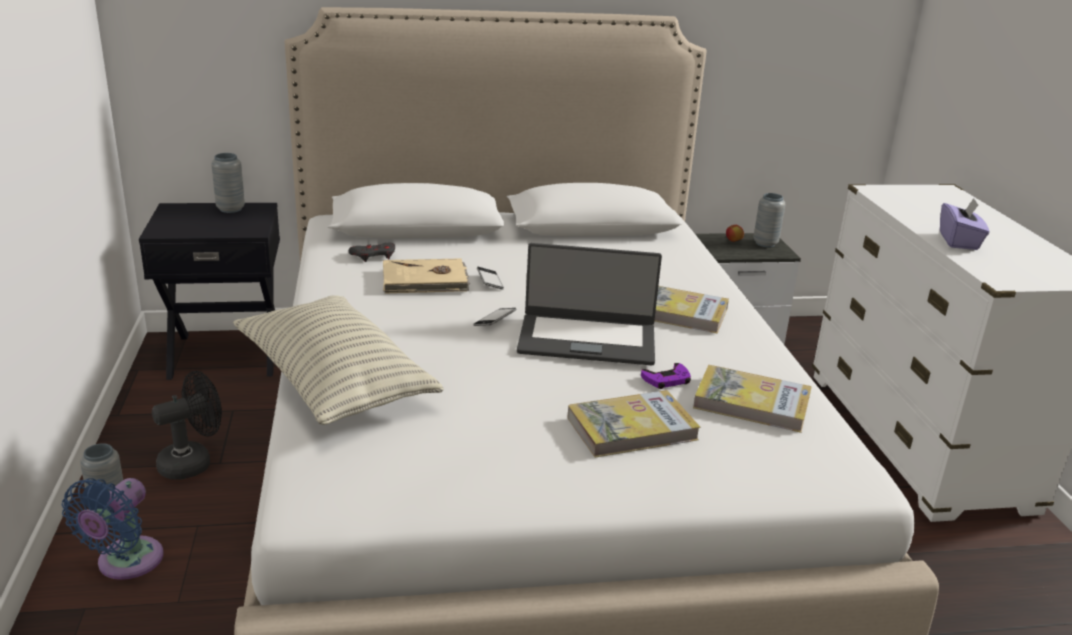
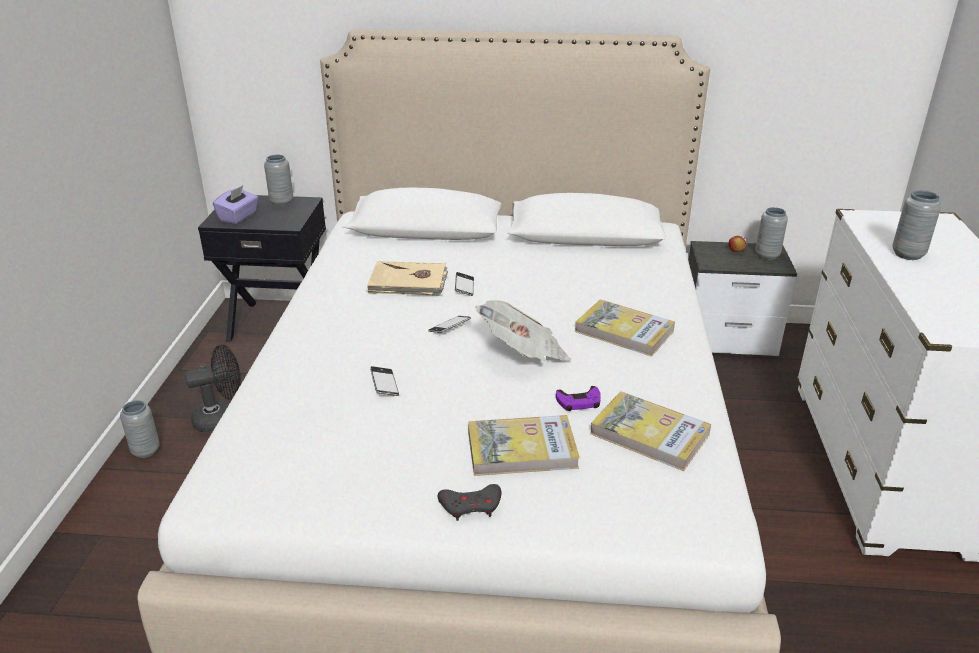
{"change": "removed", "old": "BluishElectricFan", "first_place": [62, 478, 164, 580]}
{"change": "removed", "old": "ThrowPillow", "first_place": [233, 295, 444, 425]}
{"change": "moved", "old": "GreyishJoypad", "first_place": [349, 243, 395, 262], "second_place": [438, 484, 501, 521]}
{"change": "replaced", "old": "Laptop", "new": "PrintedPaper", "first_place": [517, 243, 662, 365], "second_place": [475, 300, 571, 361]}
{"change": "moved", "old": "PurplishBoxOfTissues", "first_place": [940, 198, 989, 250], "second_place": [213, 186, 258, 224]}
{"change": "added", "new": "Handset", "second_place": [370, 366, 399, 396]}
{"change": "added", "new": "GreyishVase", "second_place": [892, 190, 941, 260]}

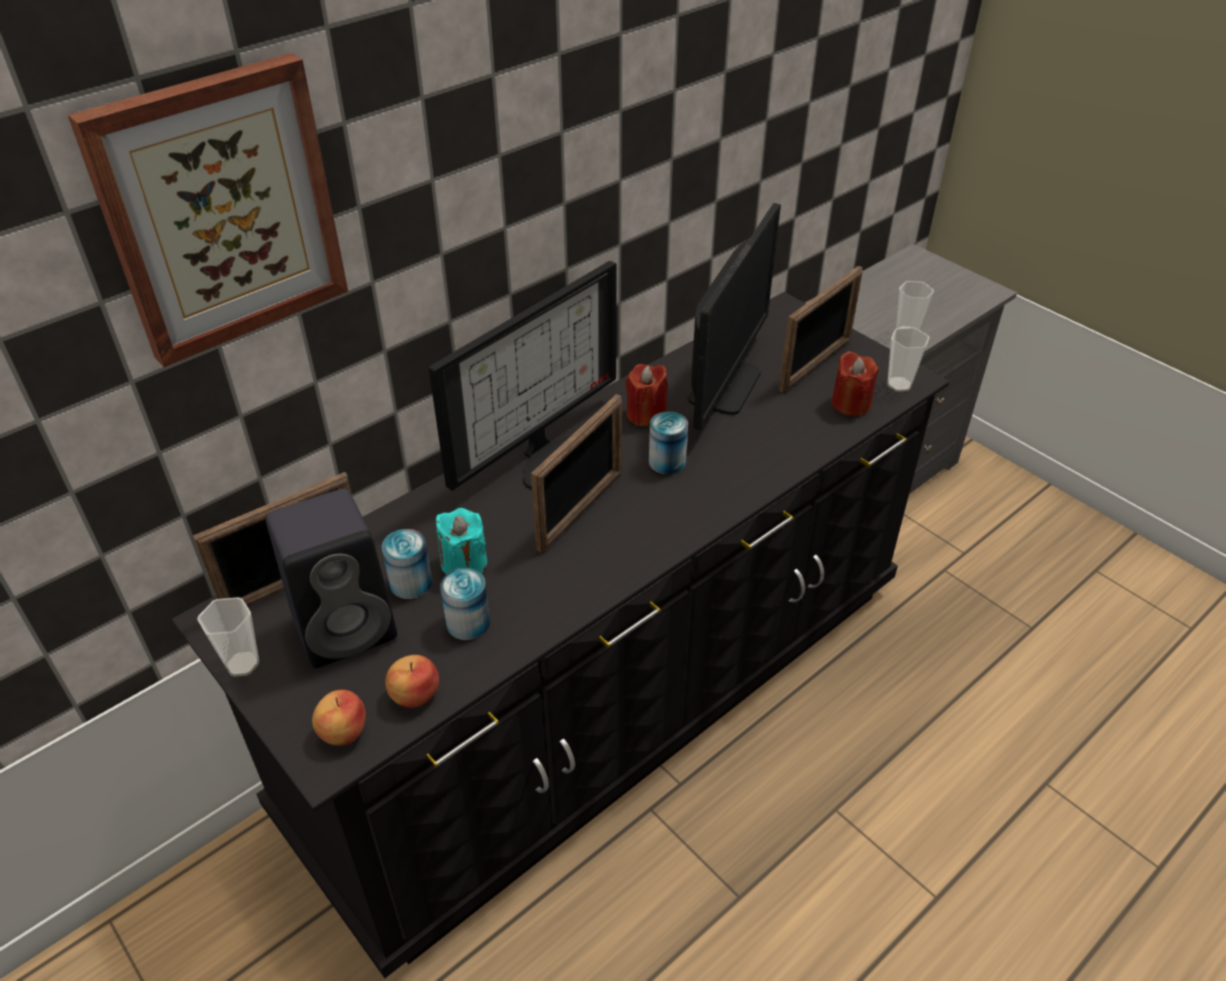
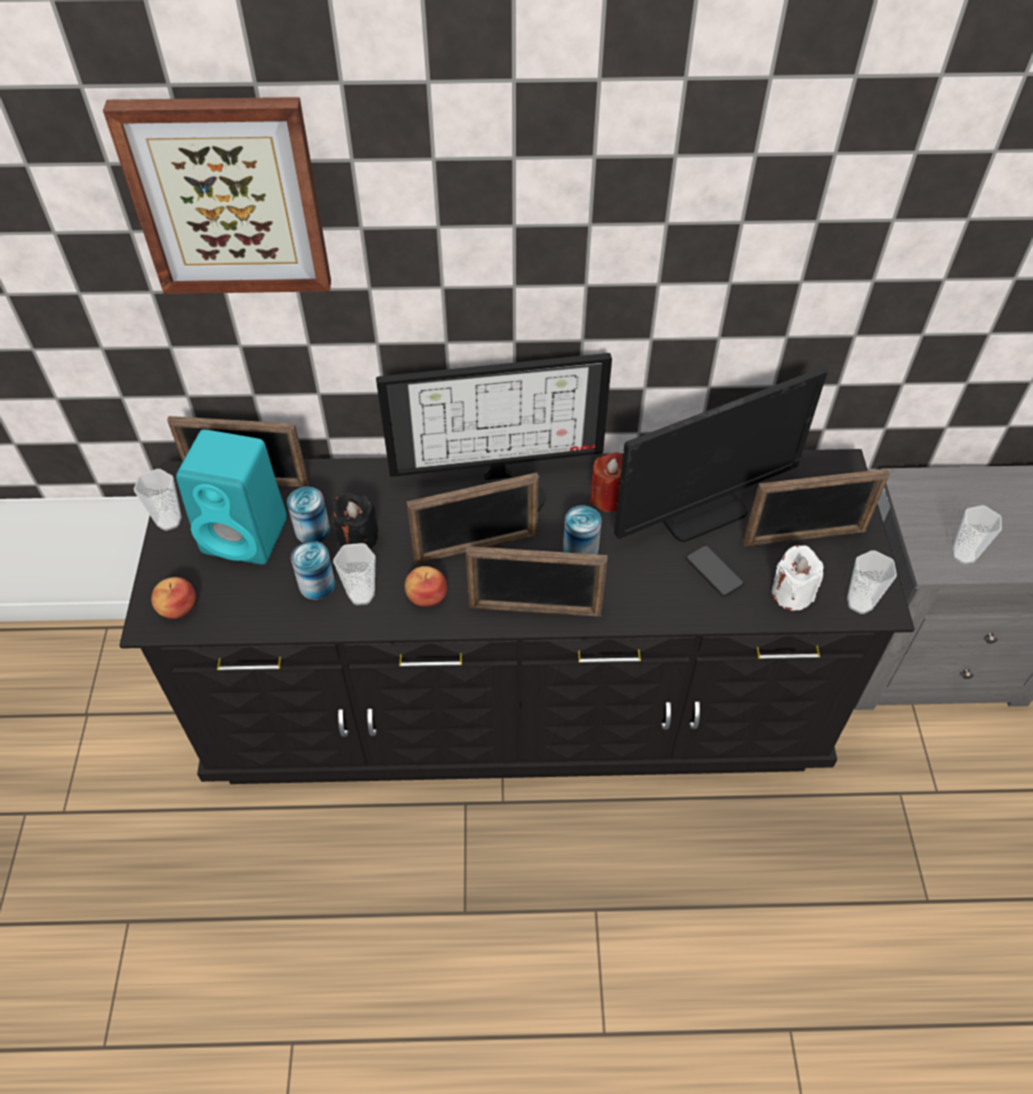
{"change": "recoloured", "old": "BlackSpeaker", "new": "TurquoiseColouredSpeaker", "first_place": [266, 489, 397, 668], "second_place": [176, 430, 287, 564]}
{"change": "moved", "old": "AppleFruit", "first_place": [385, 655, 439, 708], "second_place": [405, 566, 447, 607]}
{"change": "recoloured", "old": "TurquoiseColouredCandle", "new": "BlackCandle", "first_place": [436, 508, 487, 575], "second_place": [332, 492, 378, 550]}
{"change": "recoloured", "old": "RedCandle", "new": "WhiteColouredCandle", "first_place": [832, 351, 878, 416], "second_place": [772, 545, 824, 611]}
{"change": "added", "new": "Cup", "second_place": [333, 543, 375, 605]}
{"change": "added", "new": "PhotoFrame", "second_place": [466, 546, 607, 617]}
{"change": "added", "new": "Handset", "second_place": [686, 545, 744, 597]}

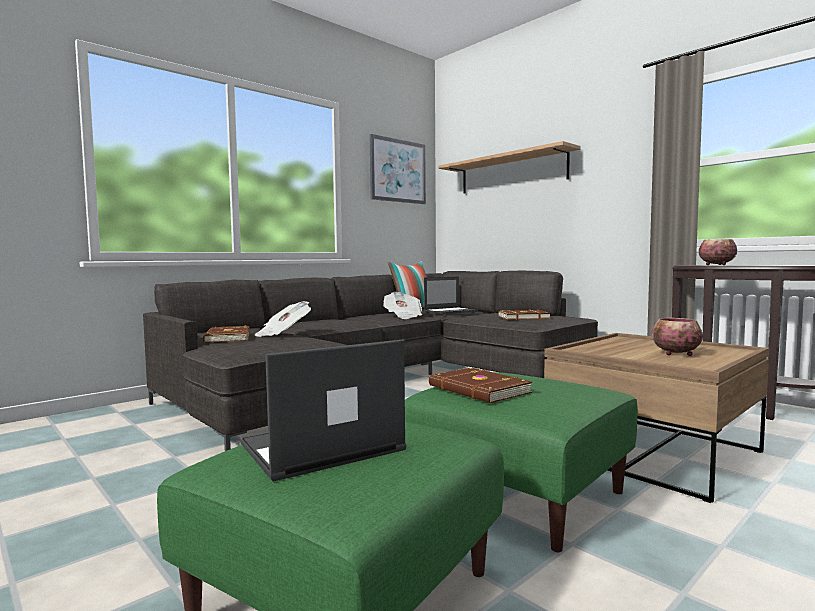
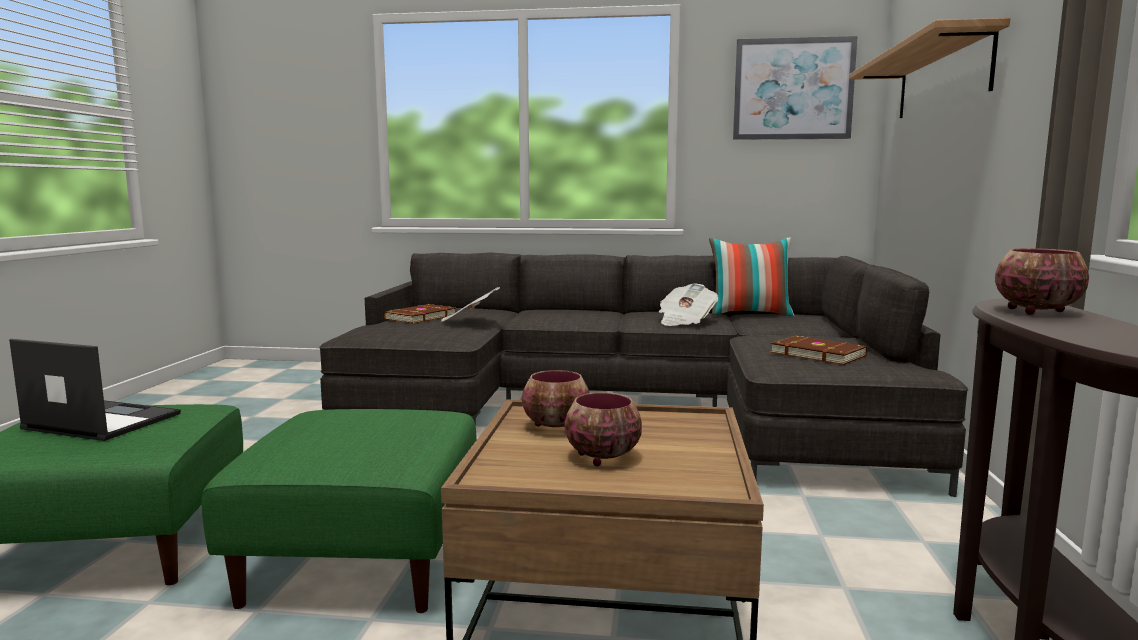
{"change": "removed", "old": "Laptop", "first_place": [424, 276, 478, 315]}
{"change": "removed", "old": "BrownColouredBoundBook", "first_place": [429, 367, 532, 403]}
{"change": "added", "new": "ServingBowl", "second_place": [522, 370, 589, 427]}

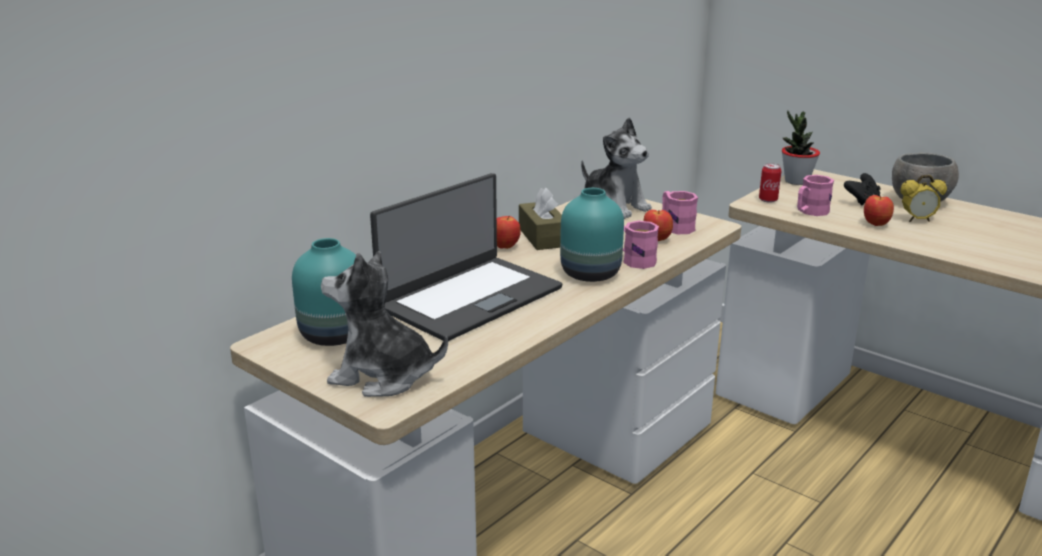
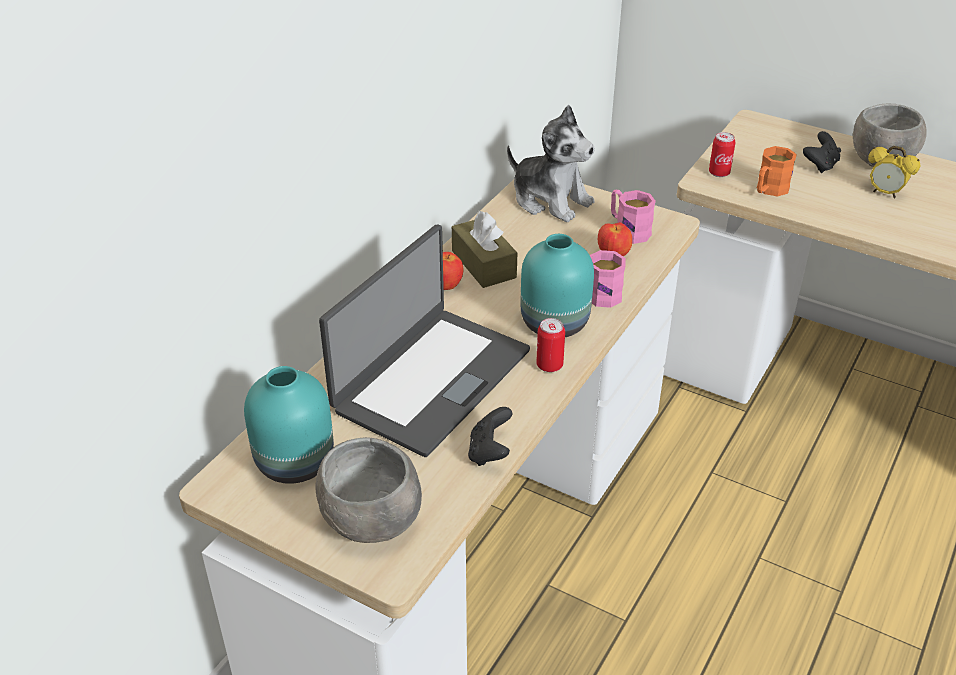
{"change": "replaced", "old": "PlushToy", "new": "GreyishServingBowl", "first_place": [321, 251, 448, 397], "second_place": [315, 437, 422, 543]}
{"change": "removed", "old": "Houseplant", "first_place": [782, 111, 820, 185]}
{"change": "recoloured", "old": "PinkTeaMug", "new": "OrangeyTeaMug", "first_place": [797, 175, 834, 216], "second_place": [757, 146, 797, 197]}
{"change": "removed", "old": "AppleFruit", "first_place": [864, 195, 894, 226]}
{"change": "turned", "old": "AlarmClock", "first_place": [900, 175, 947, 222], "second_place": [868, 146, 920, 198], "degrees": 45}
{"change": "added", "new": "BlackJoypad", "second_place": [468, 407, 513, 466]}
{"change": "added", "new": "SealedCan", "second_place": [536, 318, 565, 372]}

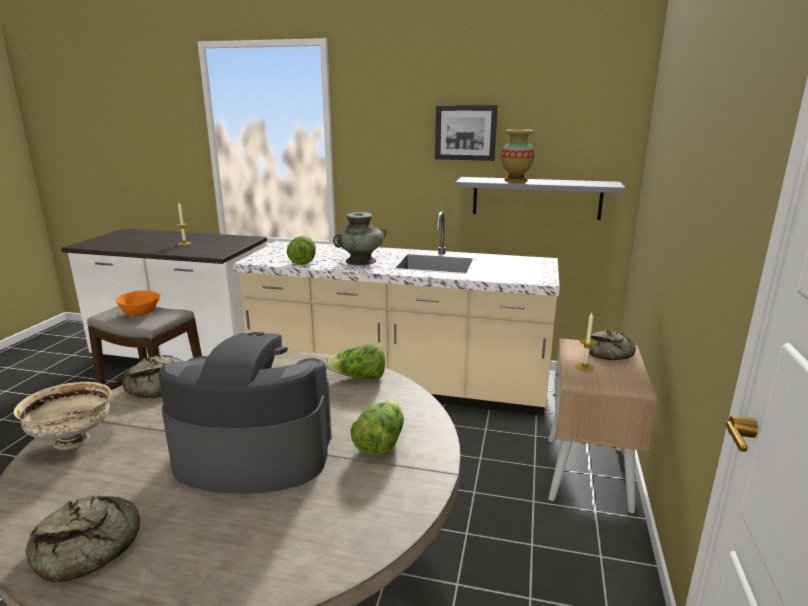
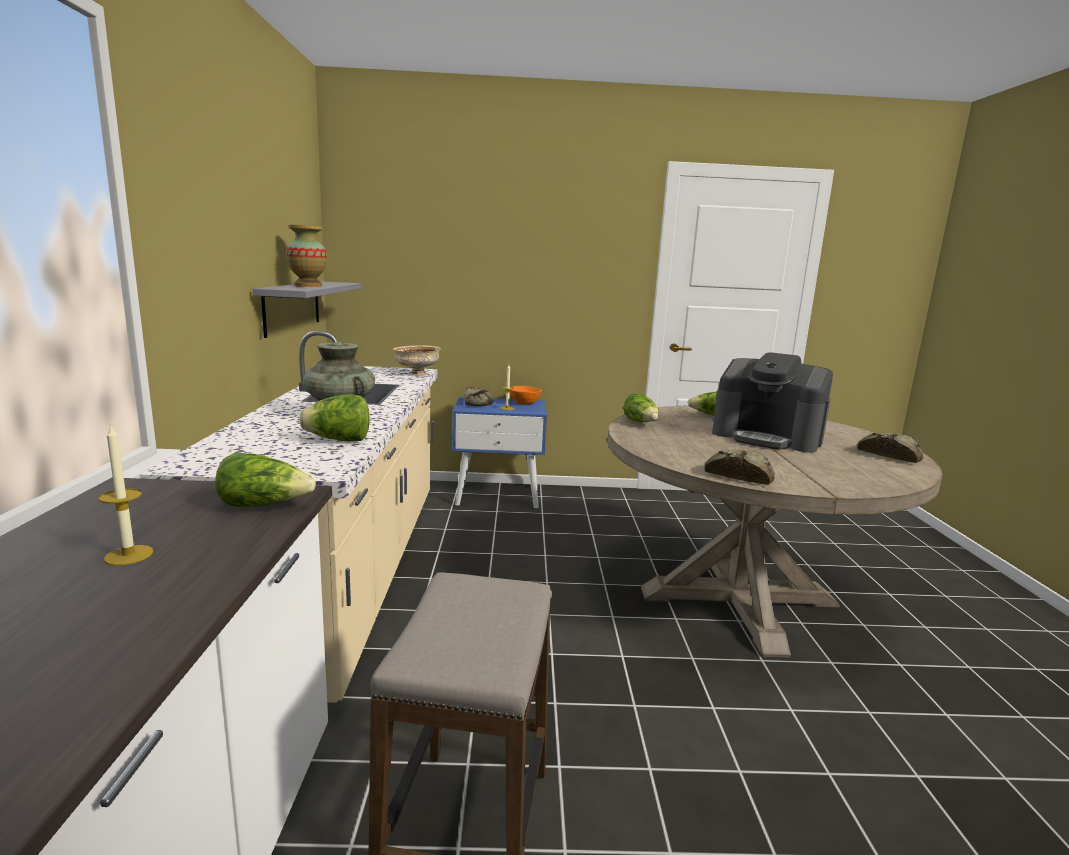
{"change": "moved", "old": "BeigeServingBowl", "first_place": [13, 382, 111, 450], "second_place": [393, 345, 441, 376]}
{"change": "moved", "old": "OrangeyServingBowl", "first_place": [116, 290, 160, 316], "second_place": [510, 386, 542, 405]}
{"change": "turned", "old": "CoffeeMaker", "first_place": [159, 332, 332, 494], "second_place": [712, 352, 833, 453], "degrees": -45}
{"change": "removed", "old": "Picture", "first_place": [435, 105, 498, 161]}
{"change": "recoloured", "old": "BeigeNightTable", "new": "BluishNightTable", "first_place": [548, 338, 658, 513], "second_place": [452, 397, 547, 508]}
{"change": "added", "new": "Lettuce", "second_place": [215, 452, 316, 507]}

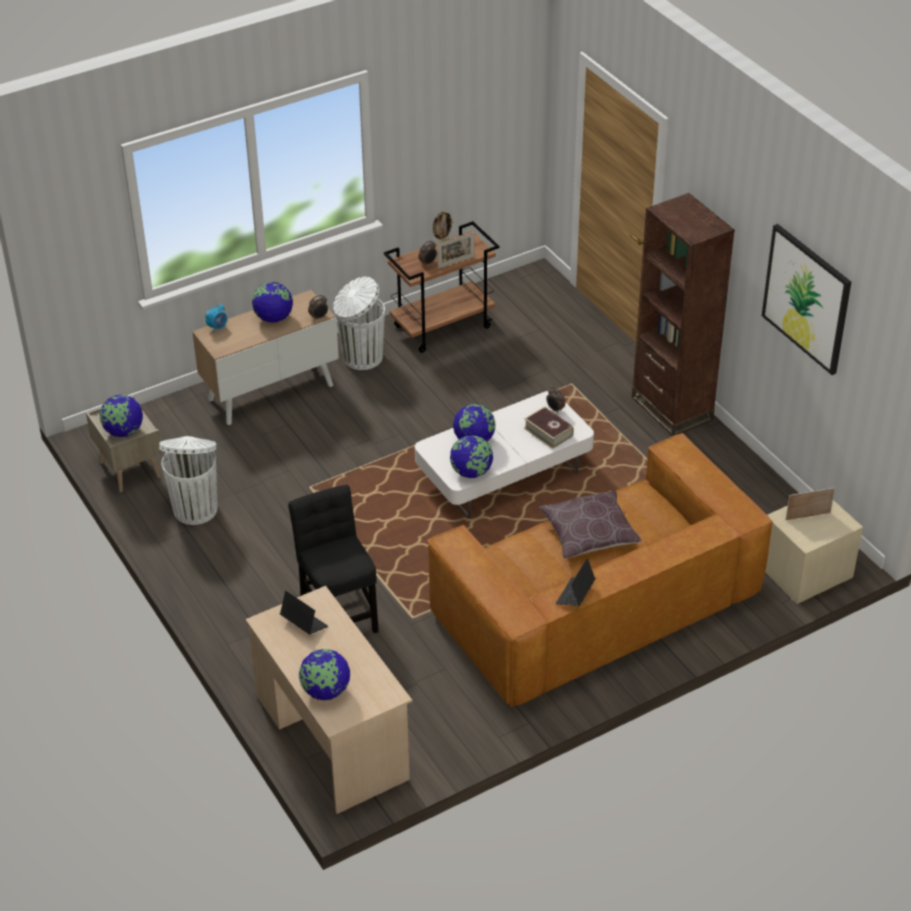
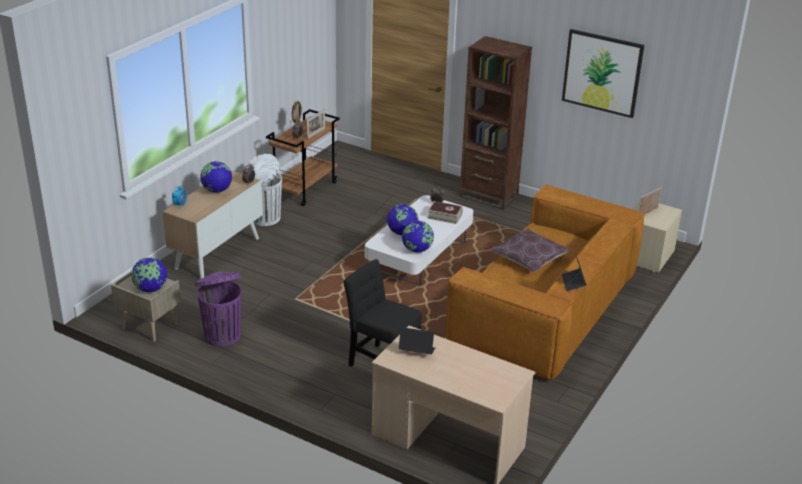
{"change": "recoloured", "old": "WhiteColouredWasteBin", "new": "PurplishWasteBin", "first_place": [159, 436, 218, 525], "second_place": [195, 272, 242, 347]}
{"change": "removed", "old": "Globe", "first_place": [299, 649, 350, 700]}

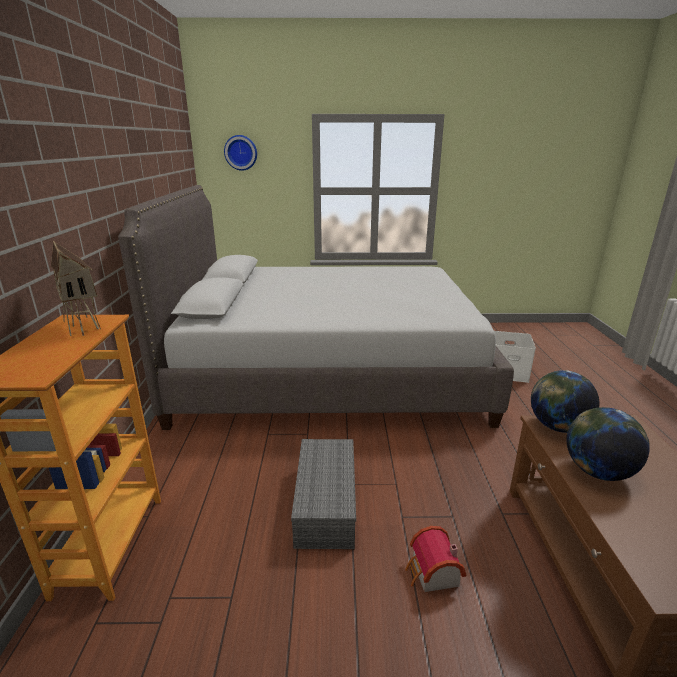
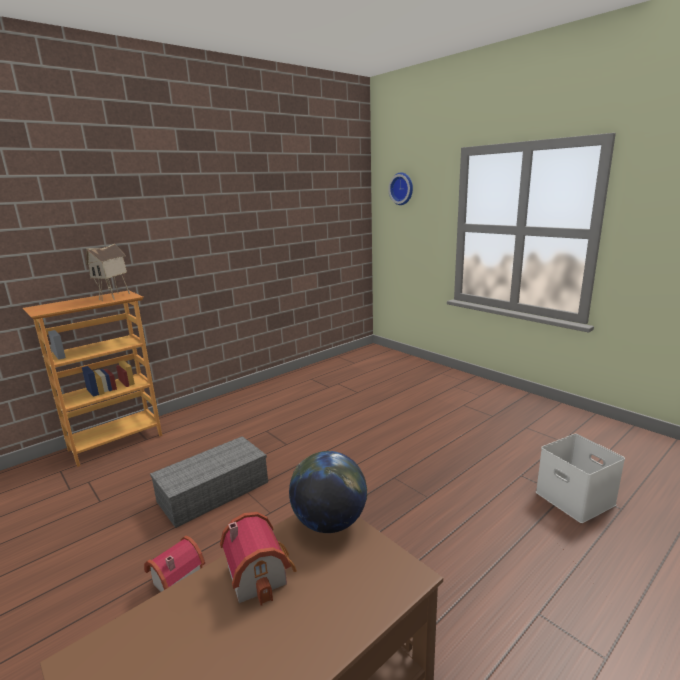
{"change": "removed", "old": "GreyishSleepingBed", "first_place": [118, 185, 514, 430]}
{"change": "replaced", "old": "Globe", "new": "ToyHouse", "first_place": [566, 407, 650, 481], "second_place": [220, 512, 297, 606]}

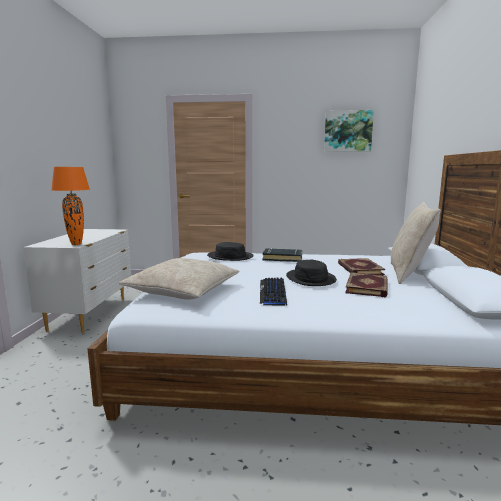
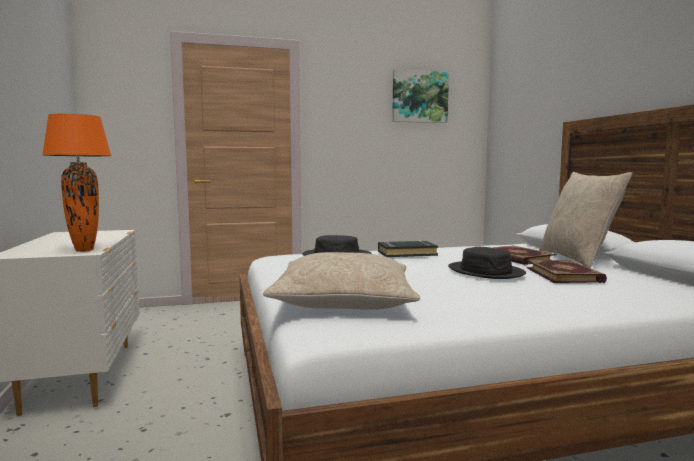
{"change": "removed", "old": "PcKeyboard", "first_place": [260, 278, 287, 306]}

